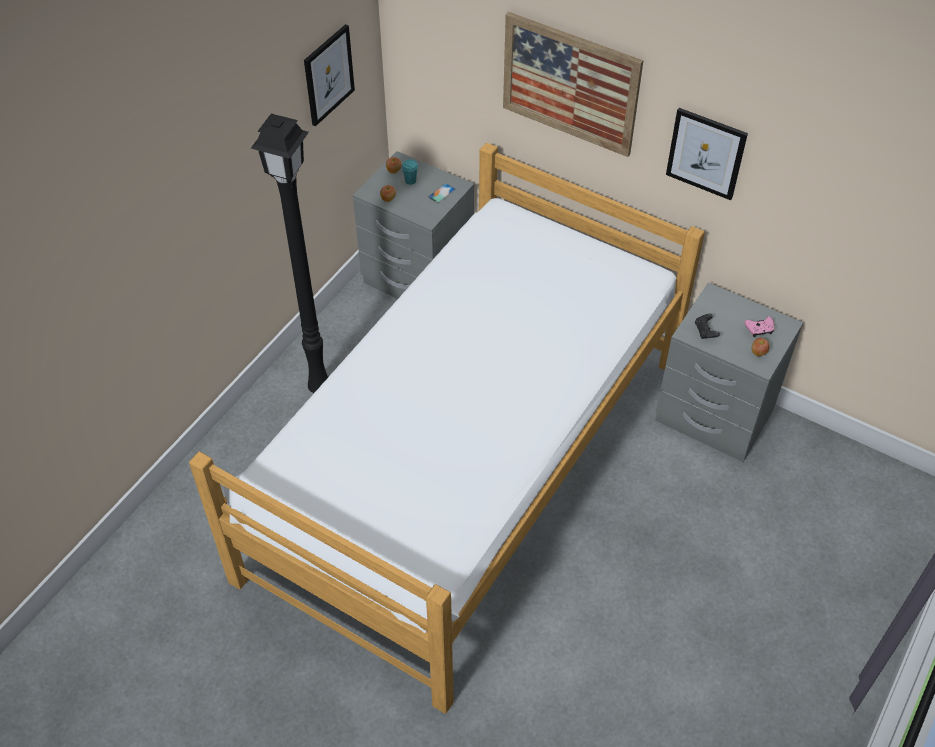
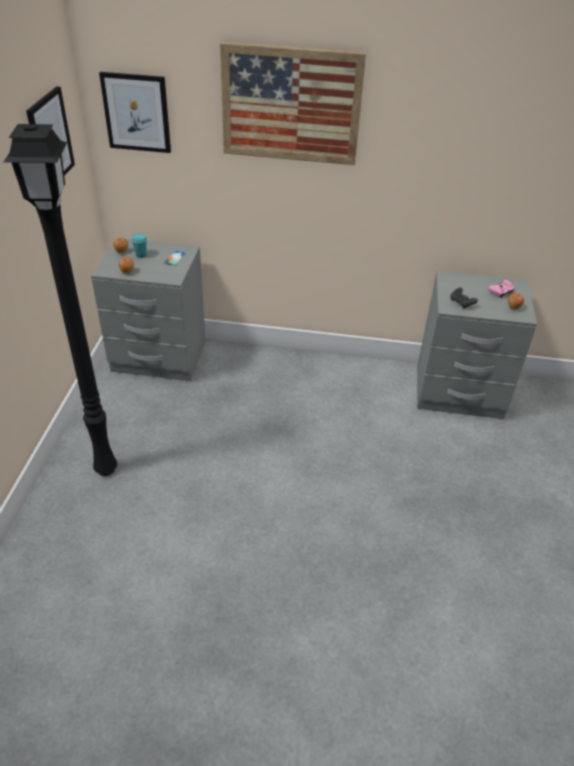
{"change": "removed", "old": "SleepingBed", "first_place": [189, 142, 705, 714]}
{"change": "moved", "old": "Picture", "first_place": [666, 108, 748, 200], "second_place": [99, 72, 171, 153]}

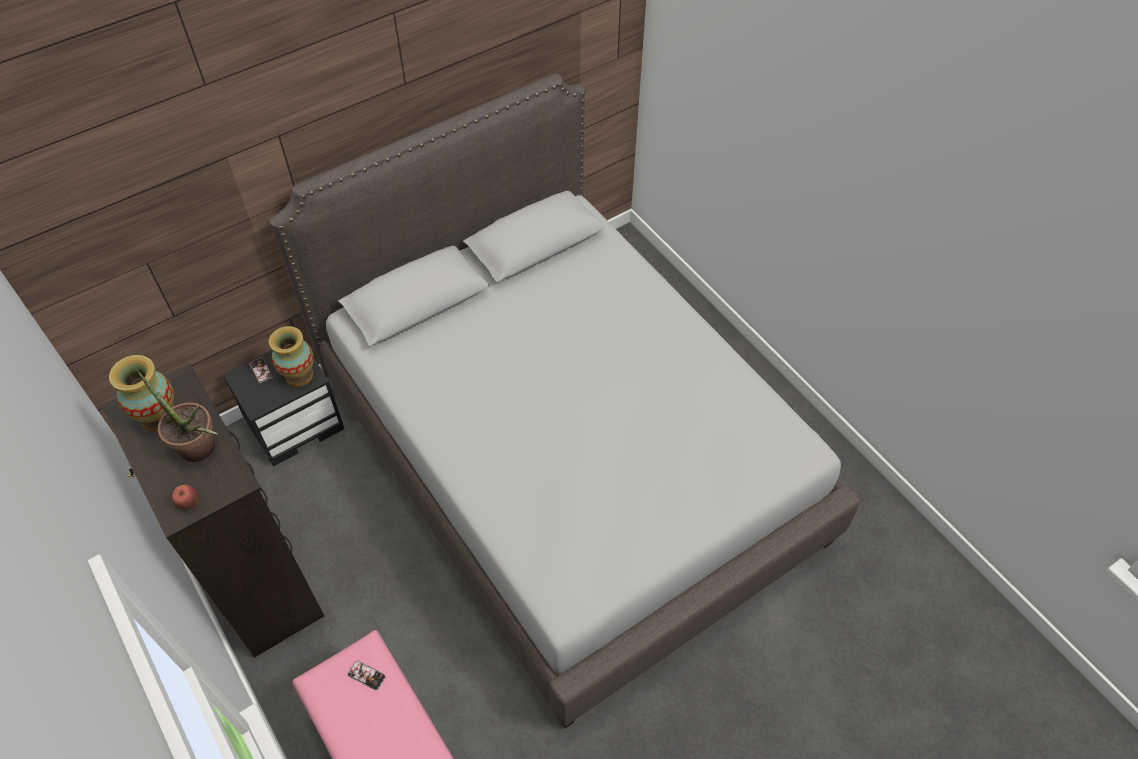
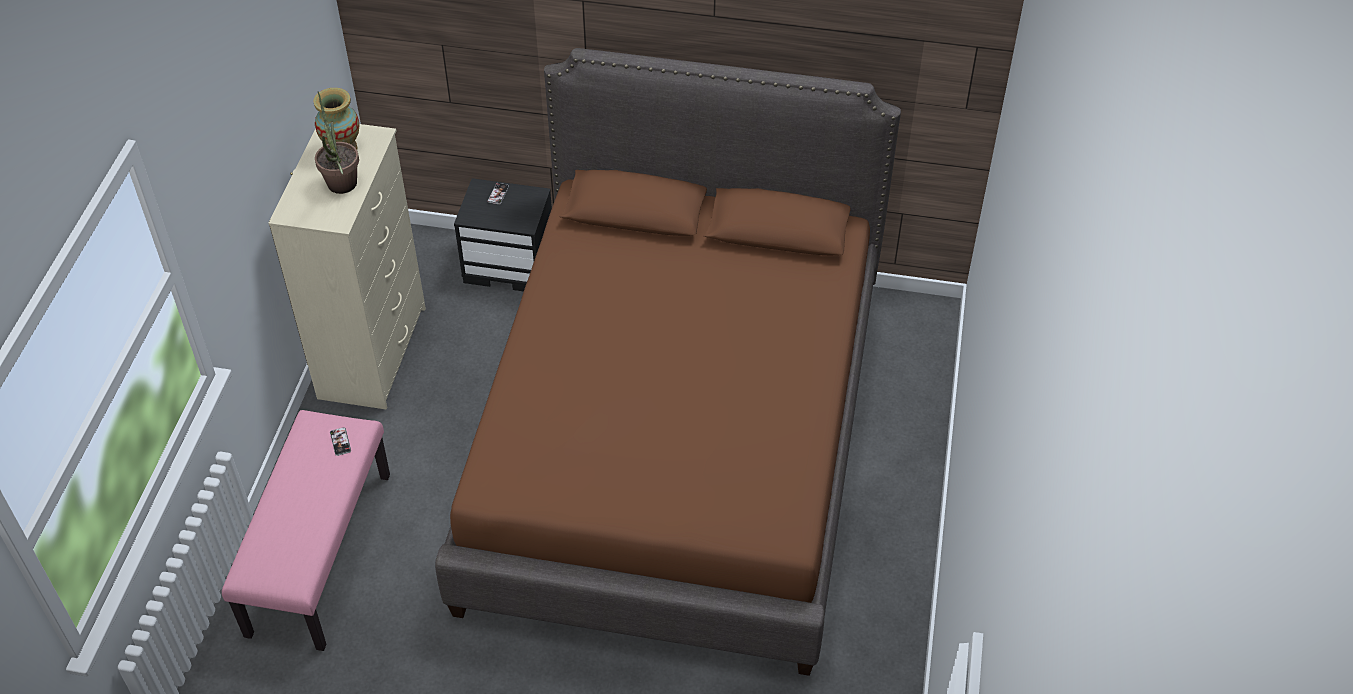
{"change": "recoloured", "old": "BlackDrawerChest", "new": "BeigeDrawerChest", "first_place": [101, 363, 324, 658], "second_place": [269, 124, 426, 410]}
{"change": "removed", "old": "AppleFruit", "first_place": [172, 485, 199, 509]}
{"change": "removed", "old": "Vase", "first_place": [269, 326, 314, 387]}
{"change": "recoloured", "old": "GreyishSleepingBed", "new": "BrownColouredSleepingBed", "first_place": [270, 73, 860, 728], "second_place": [435, 48, 901, 676]}

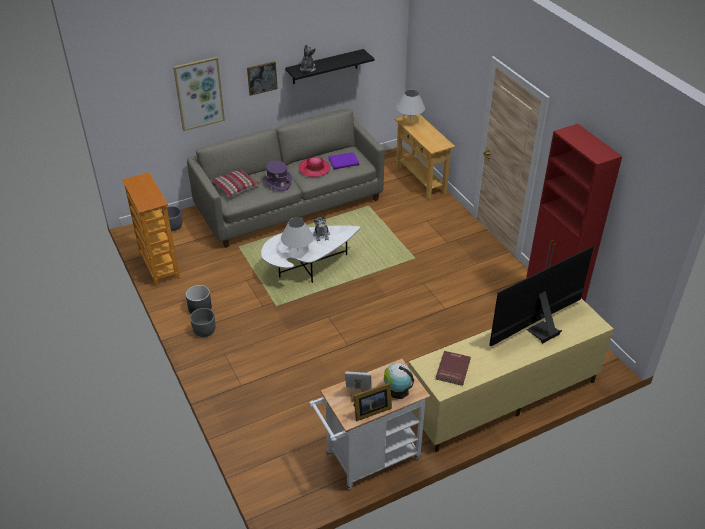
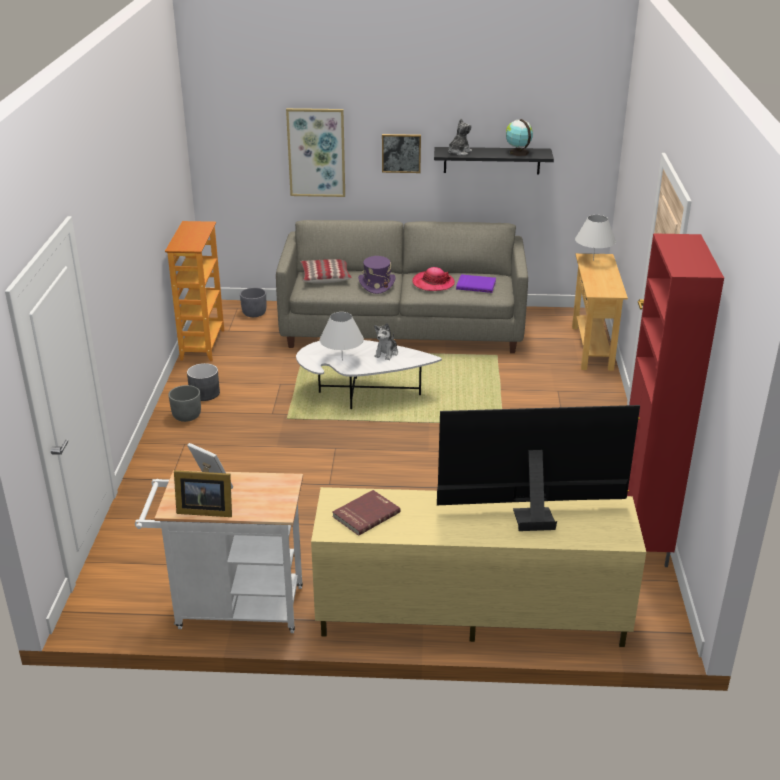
{"change": "moved", "old": "Globe", "first_place": [384, 363, 414, 399], "second_place": [506, 119, 533, 156]}

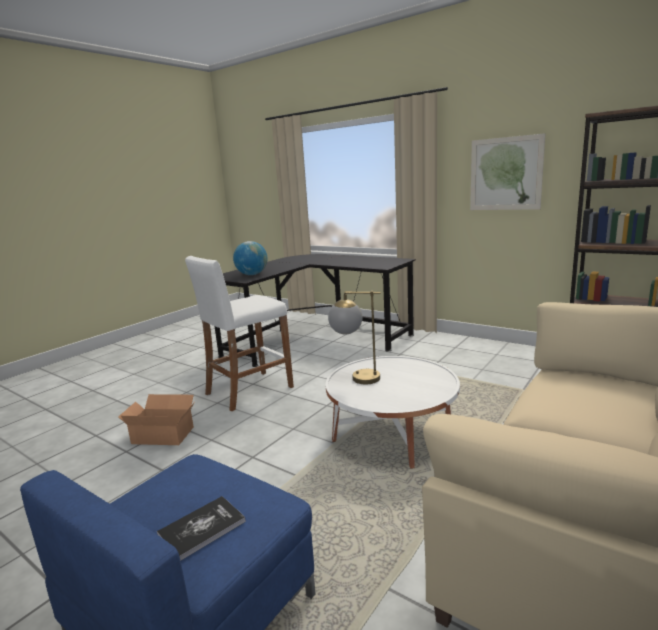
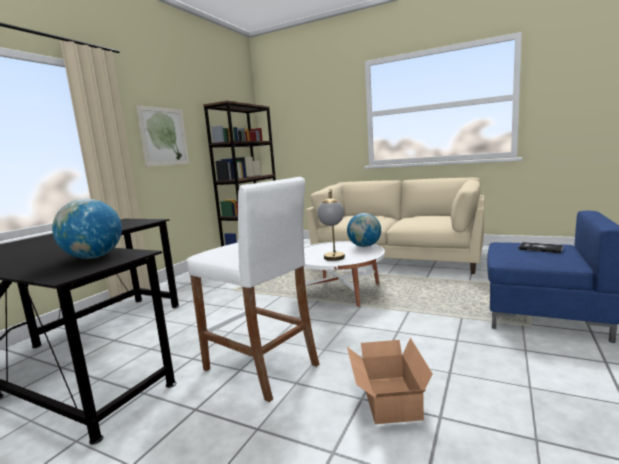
{"change": "added", "new": "Globe", "second_place": [347, 213, 381, 247]}

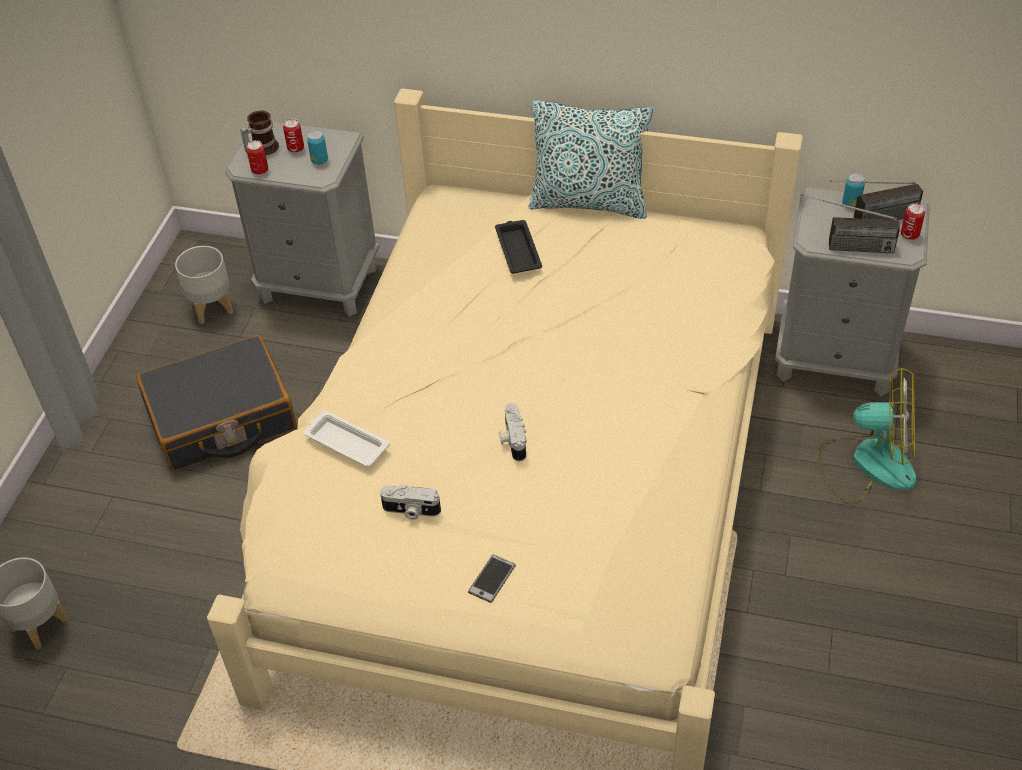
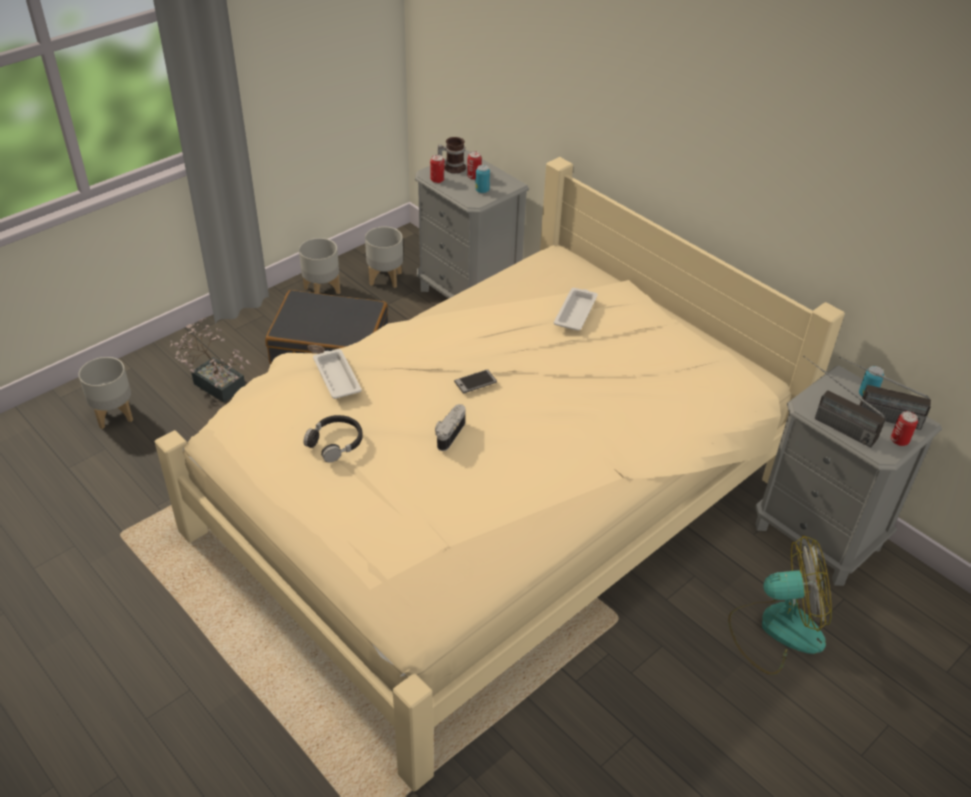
{"change": "replaced", "old": "PhotoCamera", "new": "BlackHeadphones", "first_place": [380, 485, 441, 520], "second_place": [304, 415, 362, 462]}
{"change": "moved", "old": "Handset", "first_place": [468, 555, 516, 603], "second_place": [454, 369, 497, 393]}
{"change": "recoloured", "old": "BlackCarryingTray", "new": "WhiteColouredCarryingTray", "first_place": [495, 220, 542, 274], "second_place": [554, 288, 598, 331]}
{"change": "removed", "old": "ThrowPillow", "first_place": [529, 100, 654, 219]}
{"change": "turned", "old": "ElectricFan", "first_place": [818, 368, 916, 504], "second_place": [728, 536, 832, 675], "degrees": -45}
{"change": "added", "new": "Houseplant", "second_place": [170, 318, 251, 403]}
{"change": "added", "new": "GreyishFlowerPot", "second_place": [299, 238, 340, 294]}

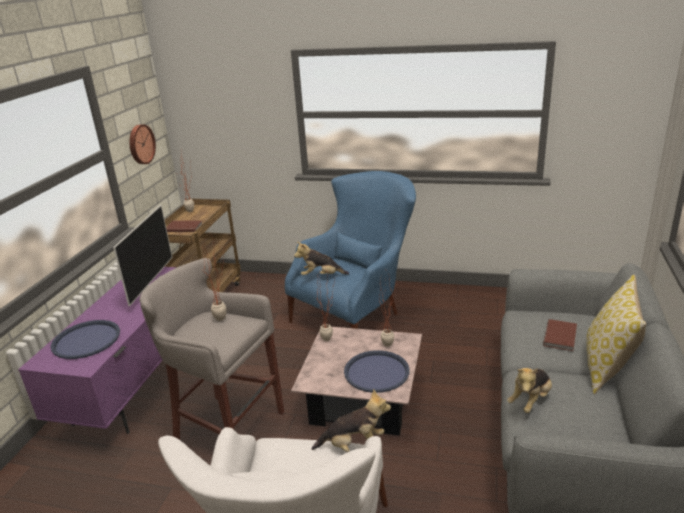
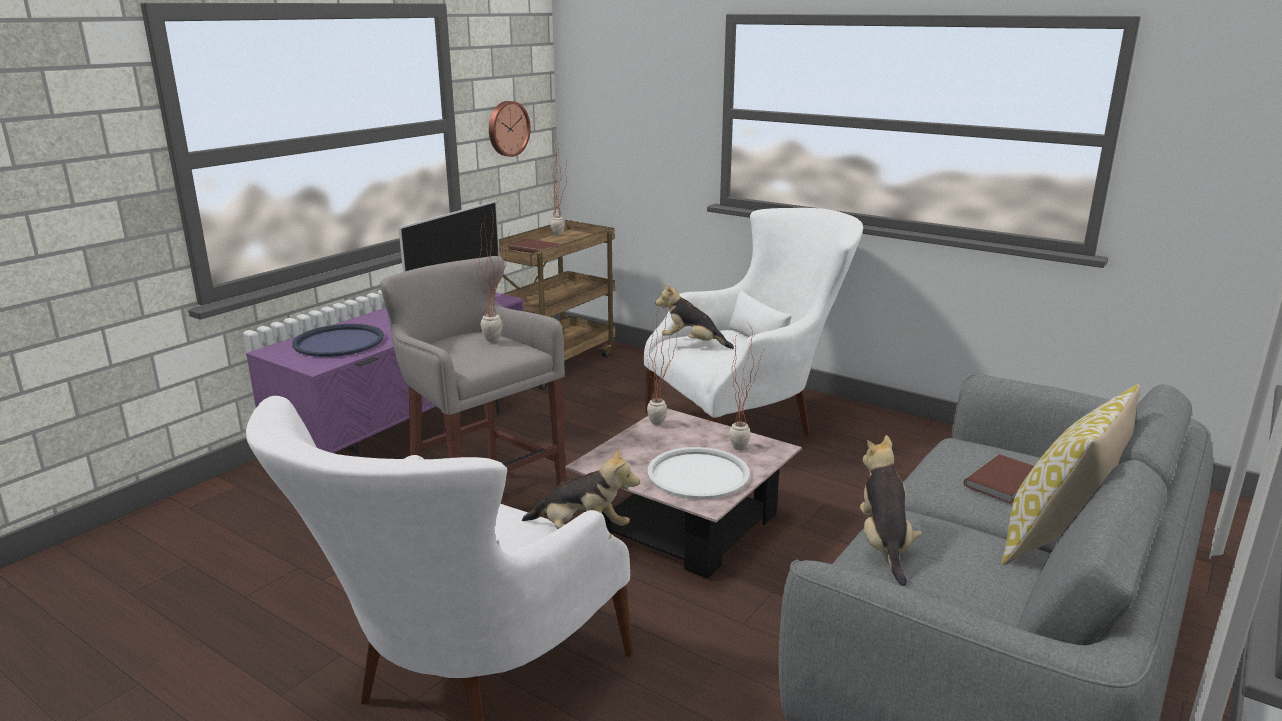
{"change": "recoloured", "old": "BluishEasyChair", "new": "WhiteColouredEasyChair", "first_place": [285, 171, 416, 329], "second_place": [644, 208, 863, 436]}
{"change": "recoloured", "old": "BluishCarryingTray", "new": "WhiteColouredCarryingTray", "first_place": [344, 350, 410, 393], "second_place": [648, 447, 750, 499]}
{"change": "turned", "old": "PlushToy", "first_place": [507, 368, 552, 413], "second_place": [860, 435, 922, 586], "degrees": 120}

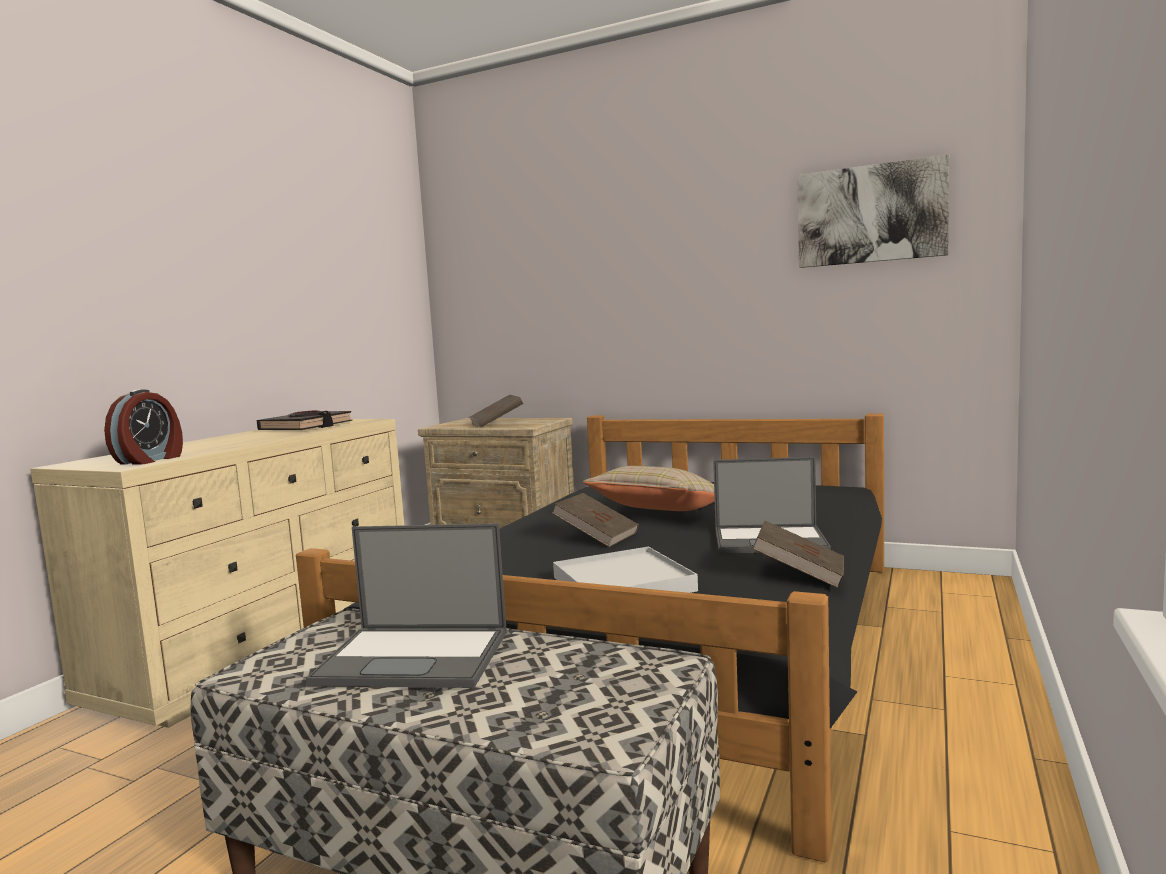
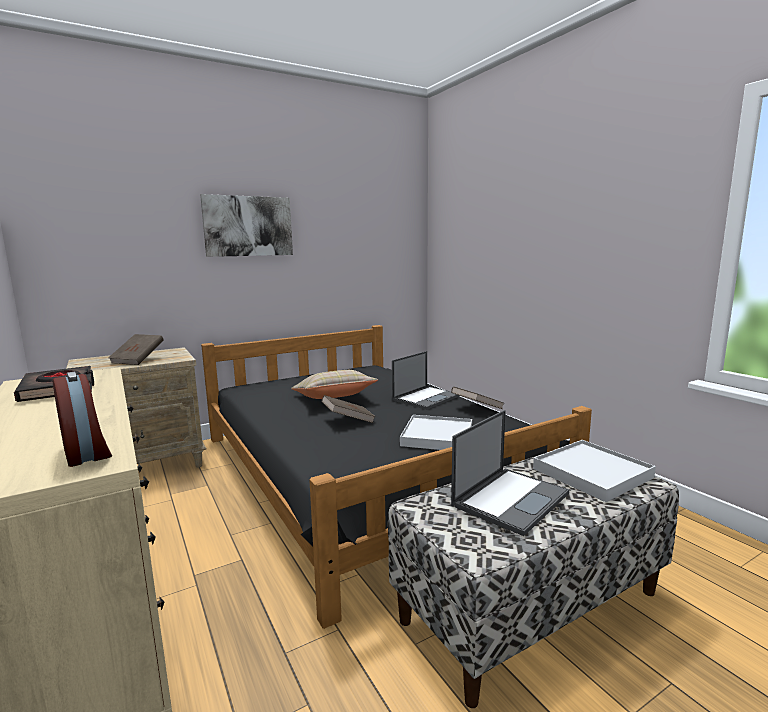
{"change": "moved", "old": "Picture", "first_place": [797, 155, 949, 268], "second_place": [200, 194, 293, 257]}
{"change": "added", "new": "WhiteColouredCarryingTray", "second_place": [533, 440, 656, 502]}

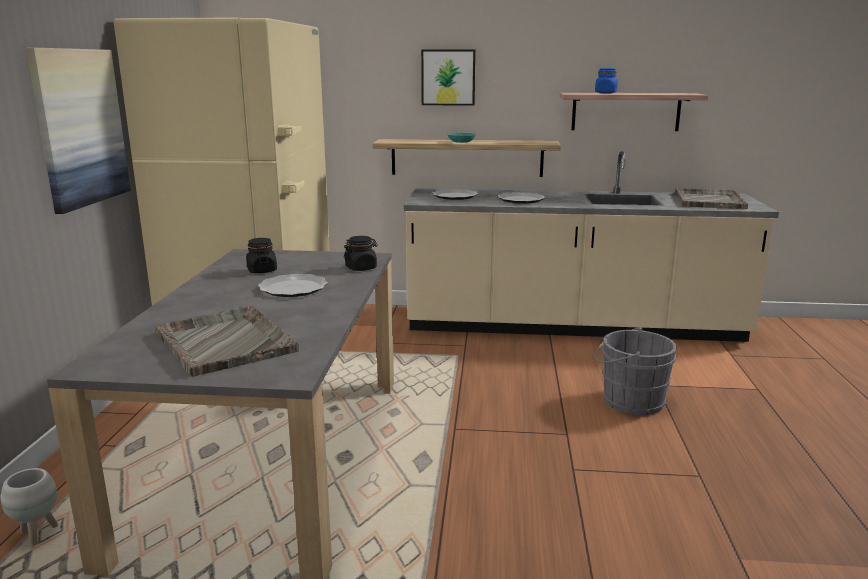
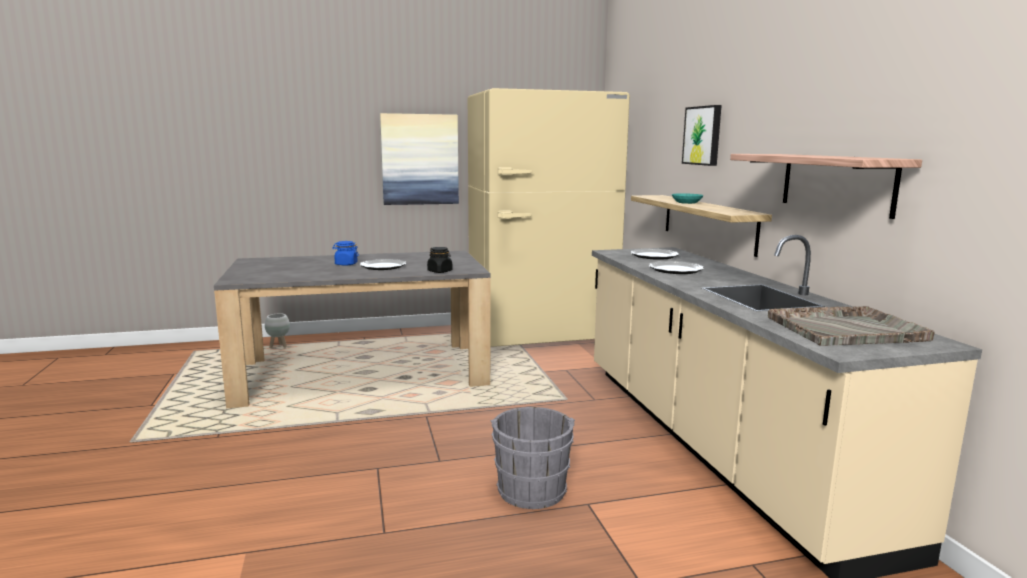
{"change": "removed", "old": "GreyishCarryingTray", "first_place": [154, 305, 299, 377]}
{"change": "removed", "old": "BlackPreserveJar", "first_place": [246, 238, 277, 273]}
{"change": "moved", "old": "BluishPreserveJar", "first_place": [595, 68, 618, 93], "second_place": [332, 241, 359, 266]}

